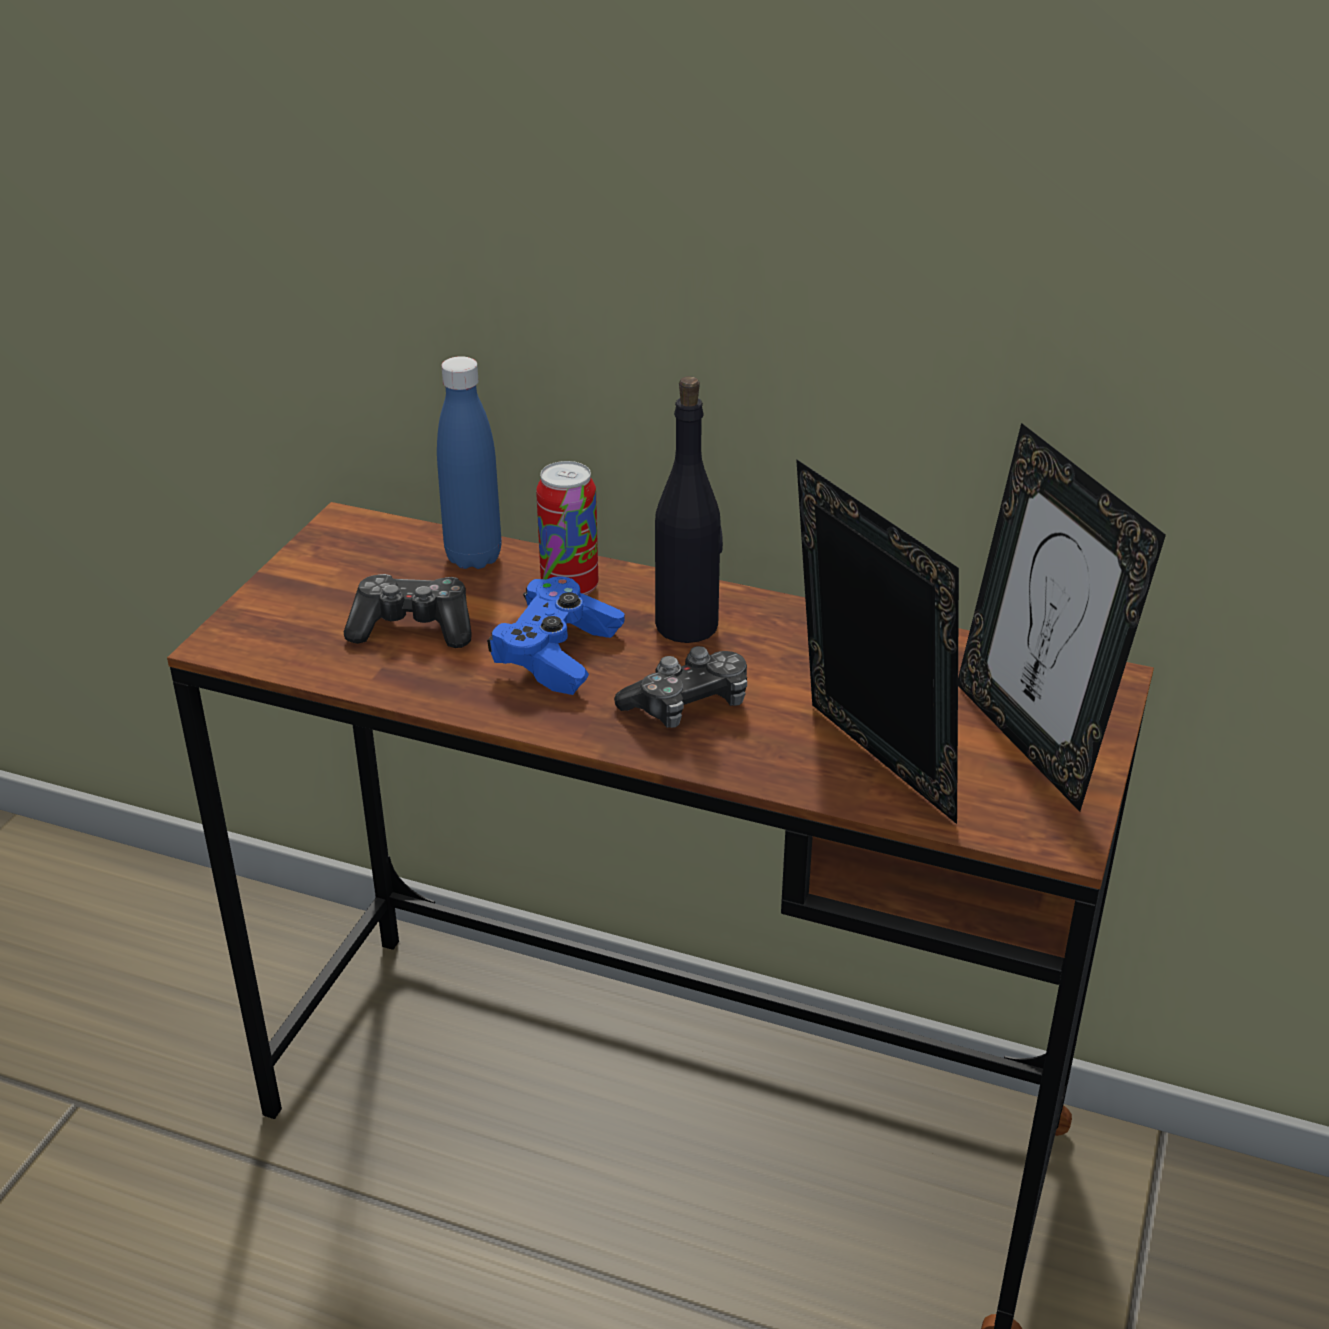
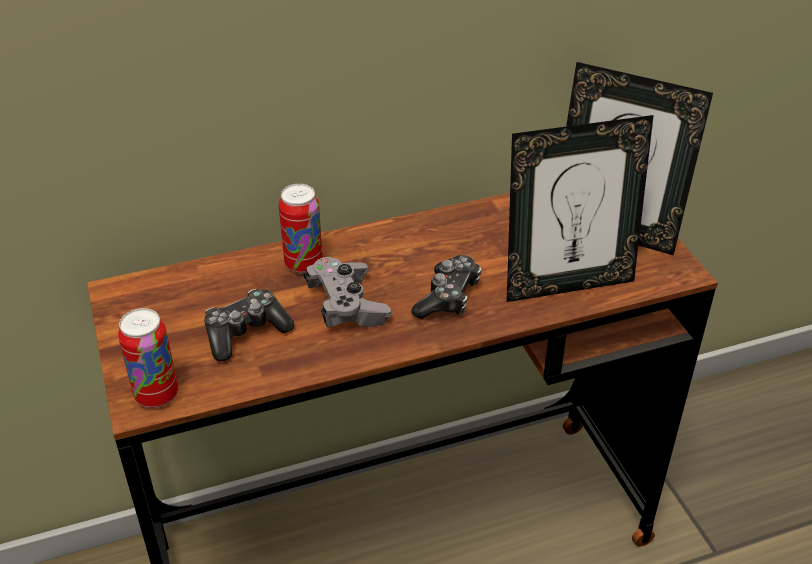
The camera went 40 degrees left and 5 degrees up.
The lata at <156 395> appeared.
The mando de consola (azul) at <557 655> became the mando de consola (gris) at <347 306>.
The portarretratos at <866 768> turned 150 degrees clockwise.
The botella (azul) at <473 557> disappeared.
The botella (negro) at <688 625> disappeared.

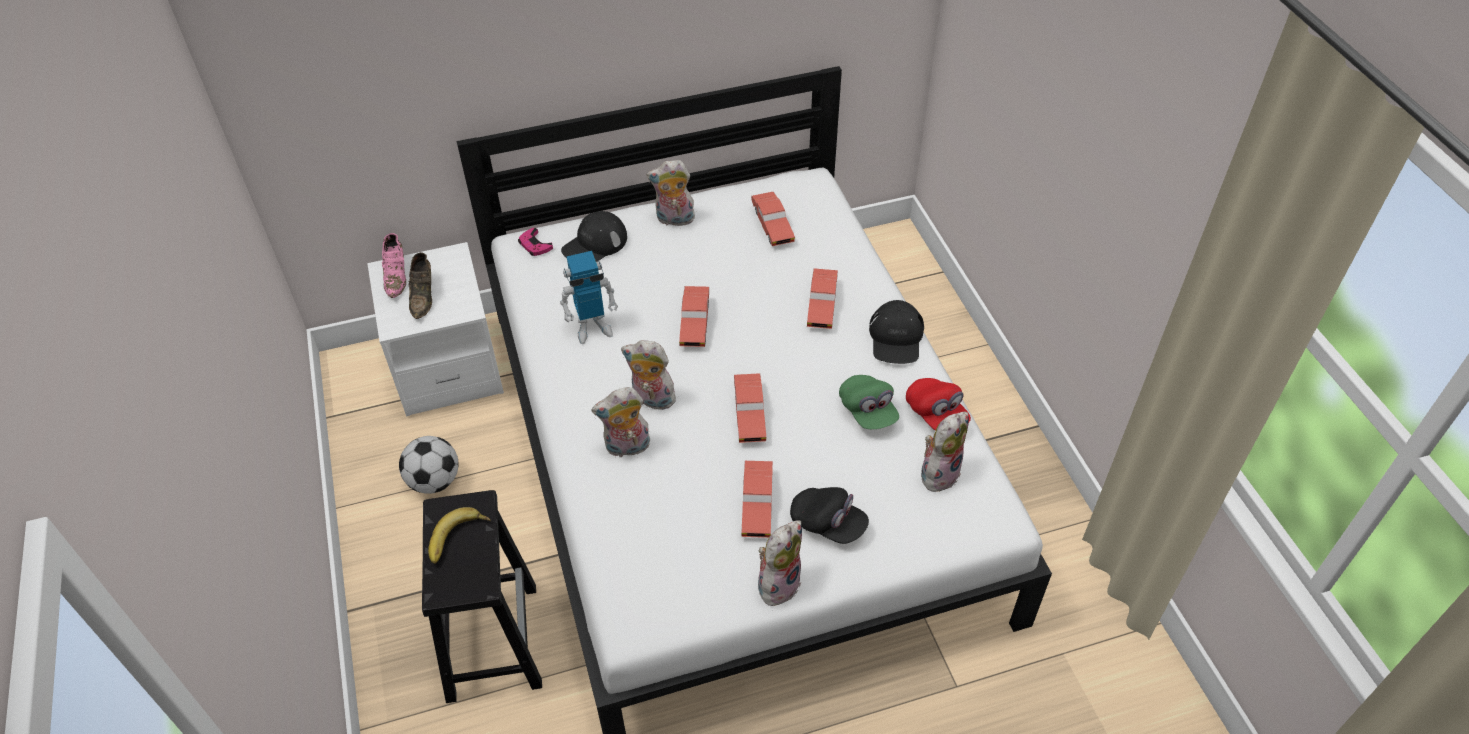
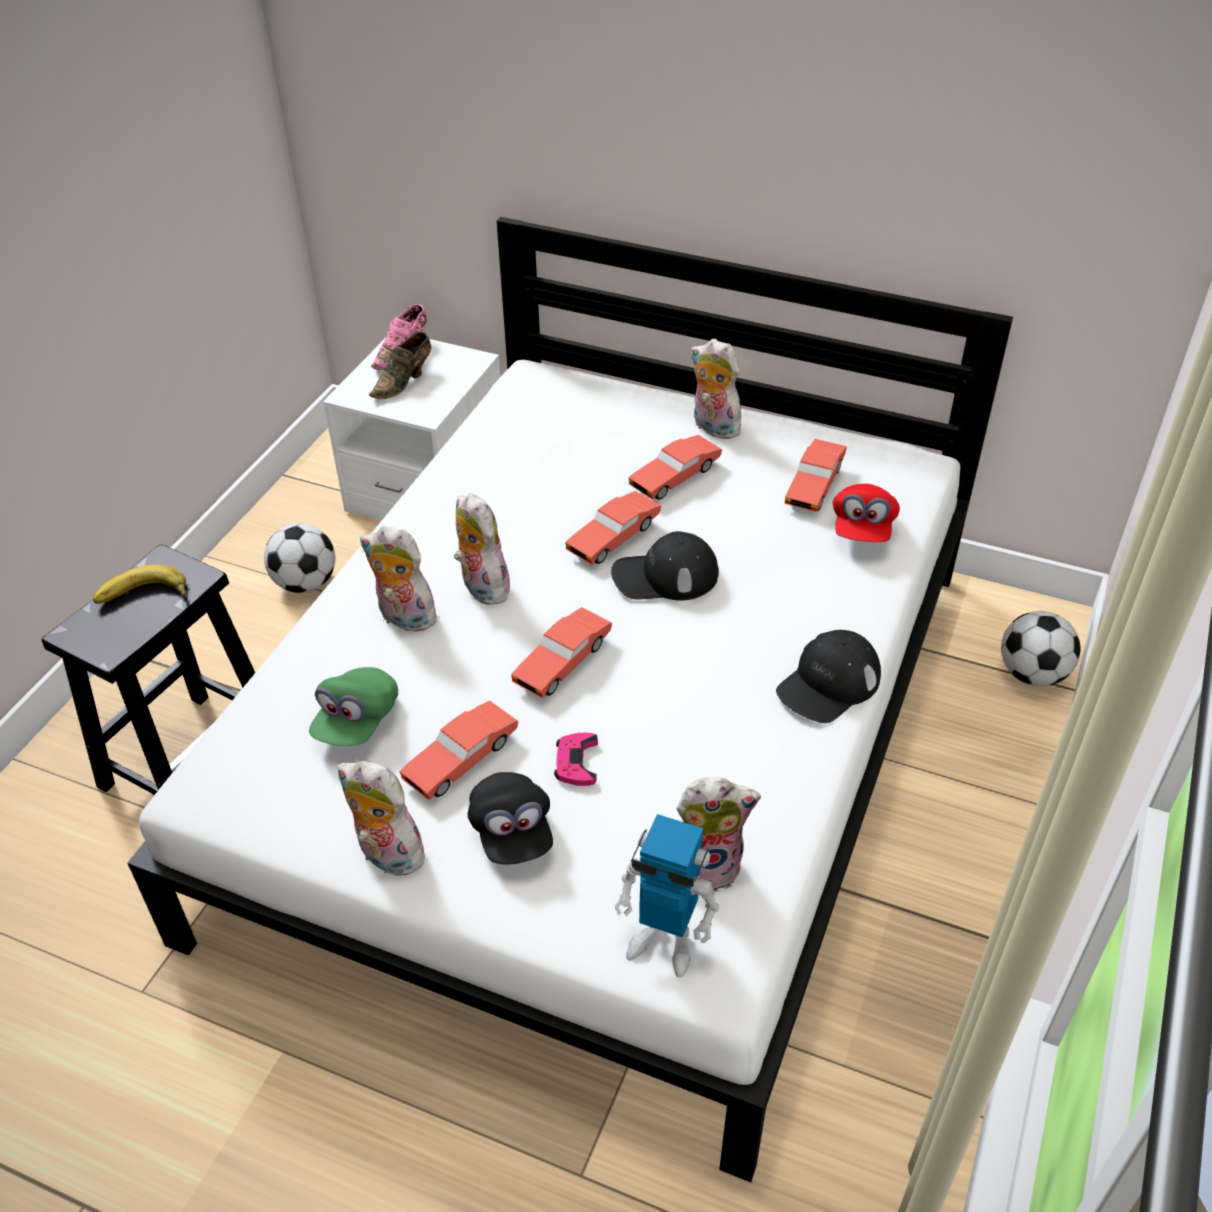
The camera went 40 degrees right and 5 degrees down.
The gorra (verde) moved from <868 411> to <356 721>.
The peluche at <778 583> turned 135 degrees counterclockwise.
The mando de consola (rosa) moved from <535 245> to <576 762>.
The gorra (negro) moved from <595 244> to <664 576>.
The robot de juguete moved from <592 327> to <665 940>.
The coche de juguete (rojo) moved from <821 305> to <675 477>.
The gorra (rojo) moved from <936 414> to <862 529>.
The balón de fútbol at <1032 674> appeared.

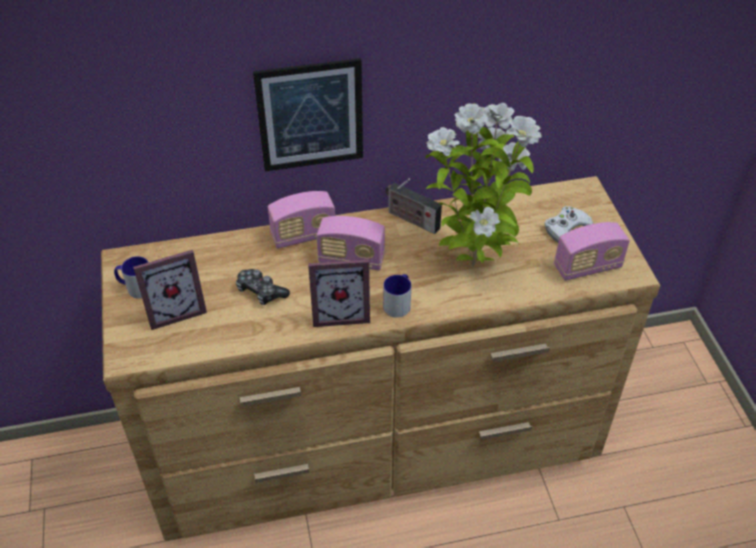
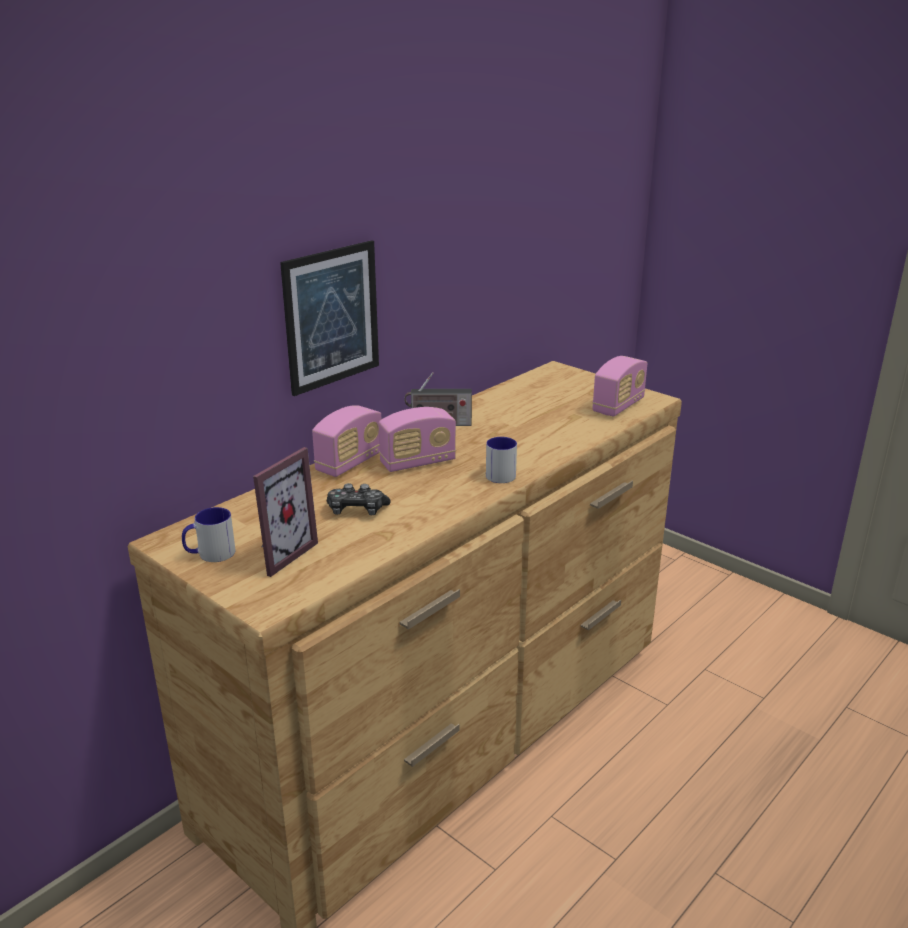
The camera went 35 degrees left and 20 degrees down.
The portarretratos at <340 312> disappeared.
The planta en maceta at <473 265> disappeared.
The mando de consola (blanco) at <566 228> disappeared.

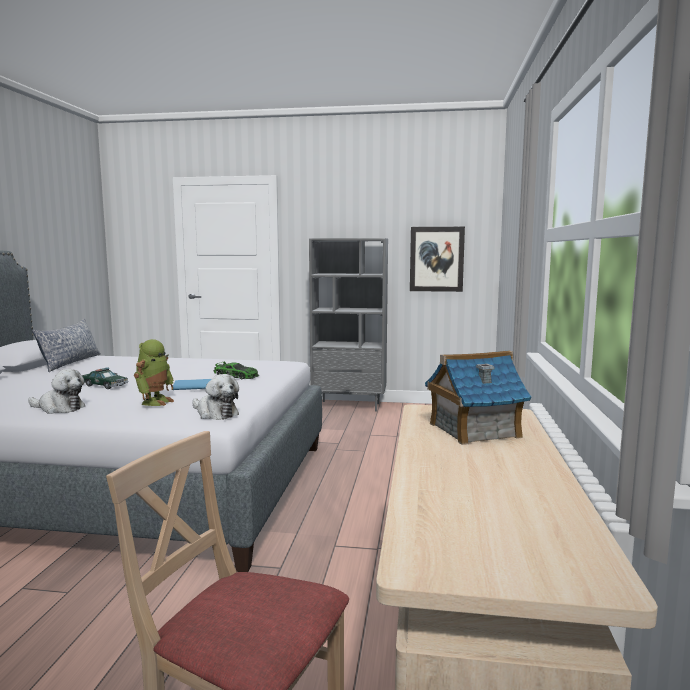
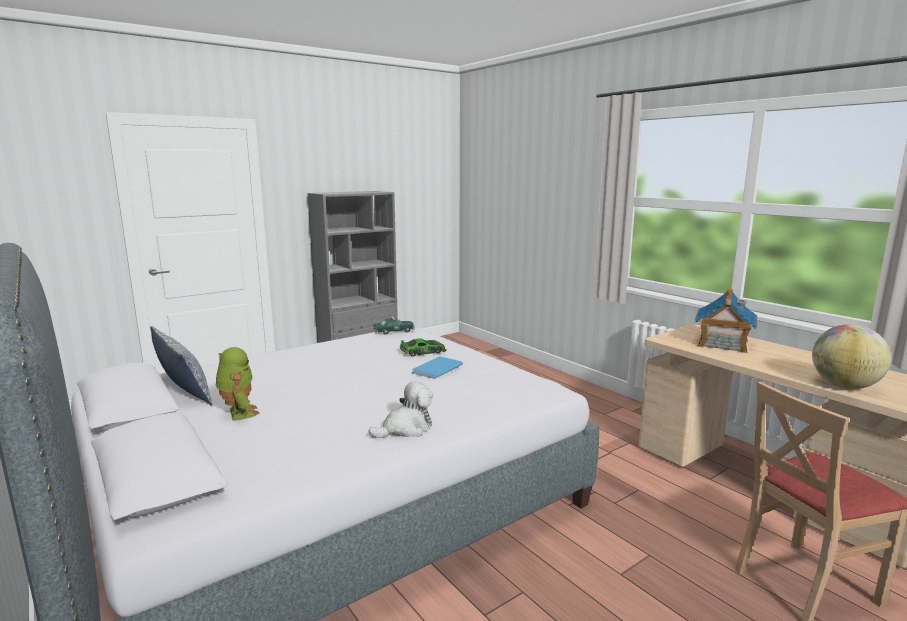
The camera went 45 degrees left and 5 degrees up.
The robot de juguete moved from <155 402> to <238 413>.
The coche de juguete moved from <104 385> to <394 331>.
The globo terráqueo at <844 386> appeared.
The peluche at <215 413> disappeared.
The cuadro at <436 259> disappeared.

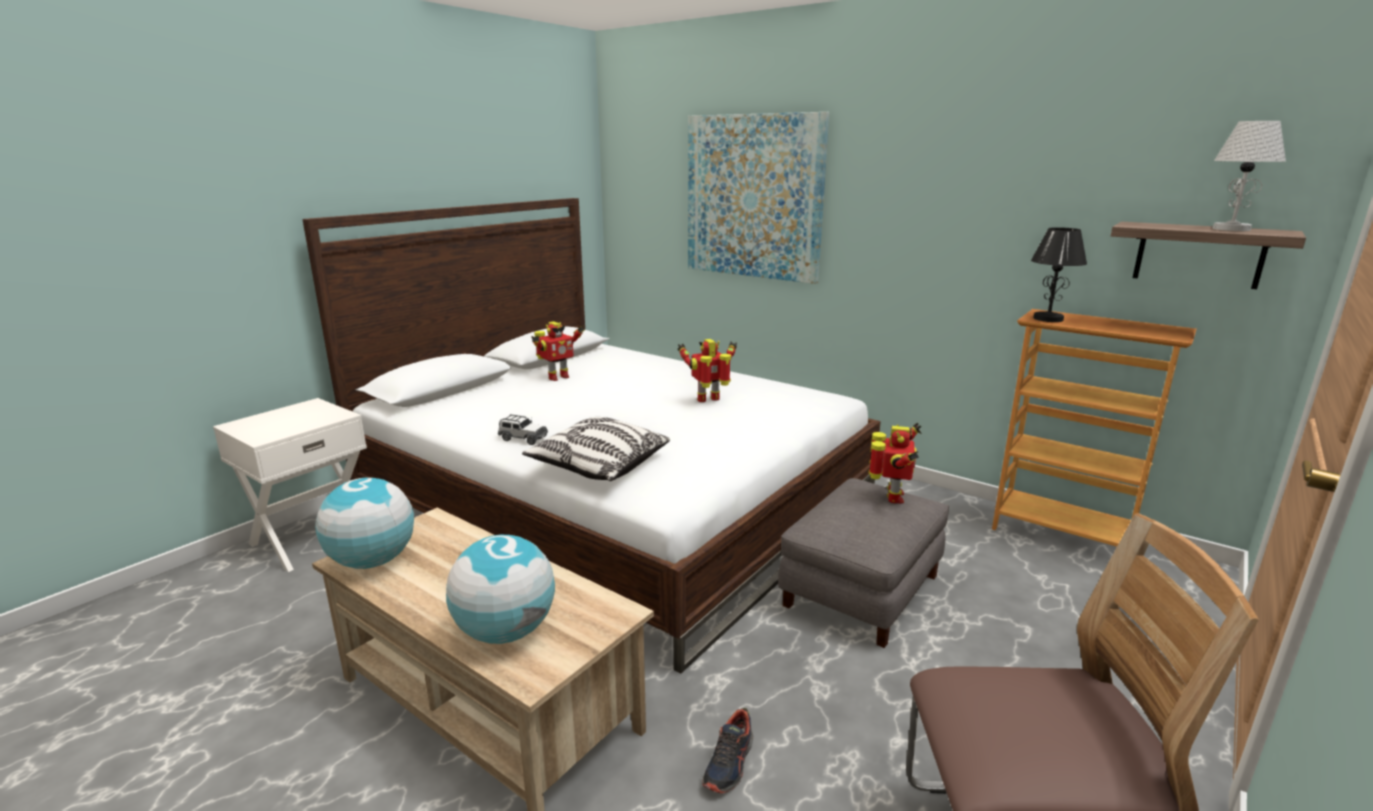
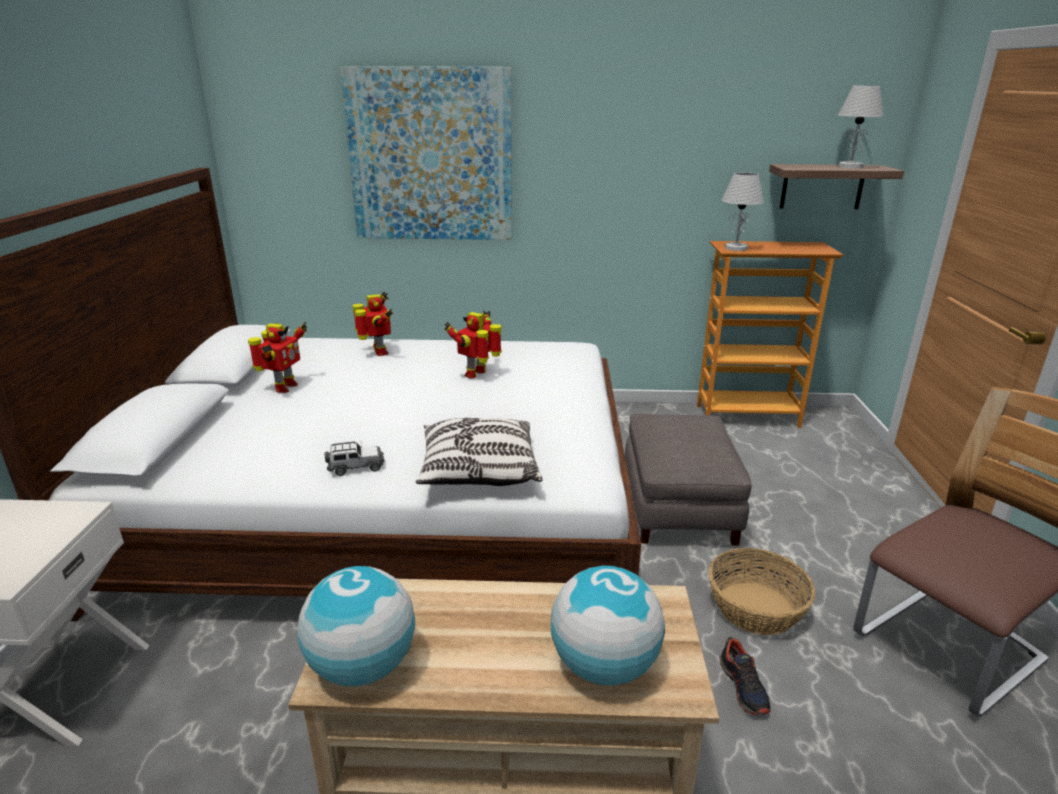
The camera went 35 degrees left and 5 degrees up.
The robot de juguete moved from <892 497> to <378 352>.
The cesta at <756 608> appeared.
The lámpara de mesa (negro) at <1047 319> became the lámpara de mesa (blanco) at <736 248>.

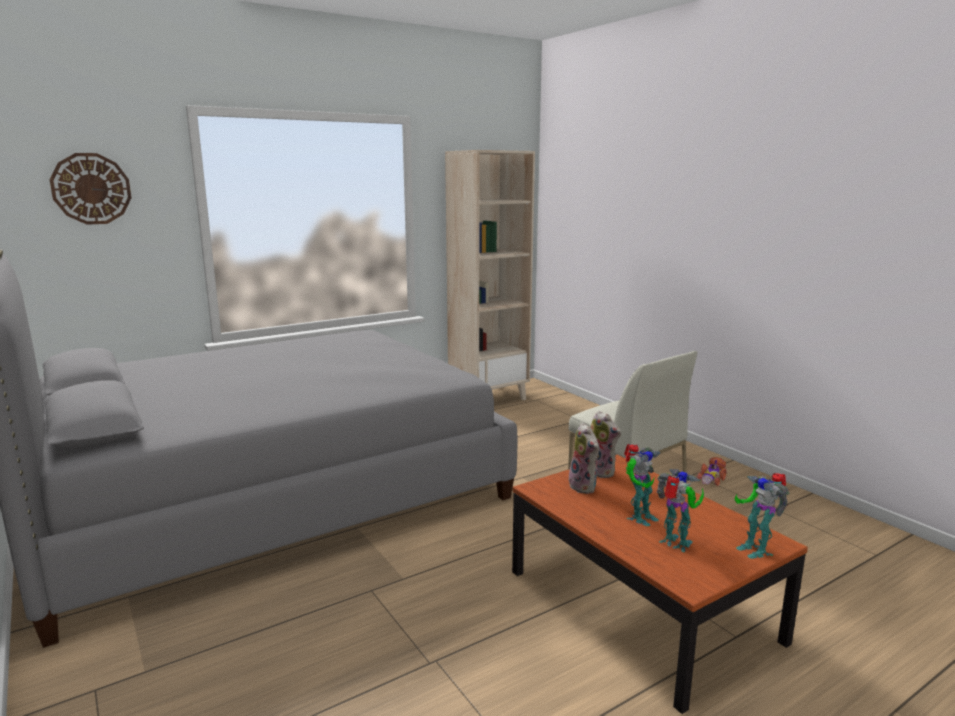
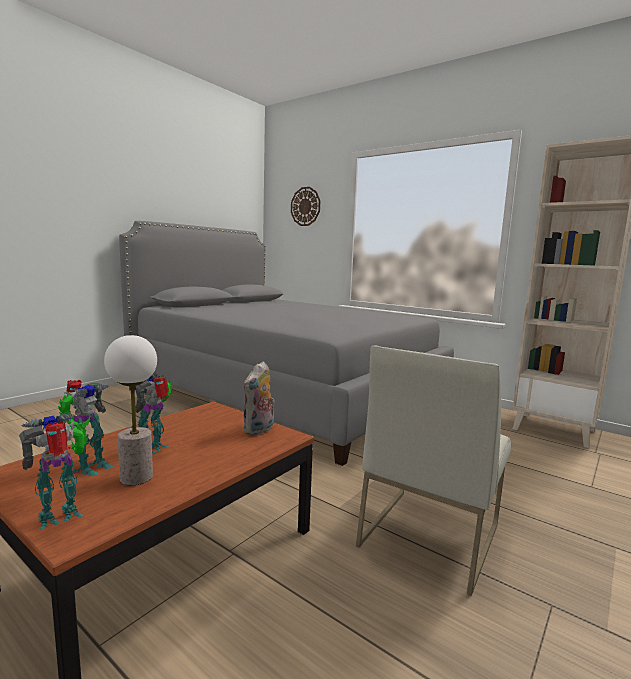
The camera went 70 degrees right and 5 degrees down.
The lámpara de mesa at <137 477> appeared.
The robot de juguete at <639 517> turned 90 degrees clockwise.
The peluche at <585 487> disappeared.
The coche de juguete at <711 478> disappeared.

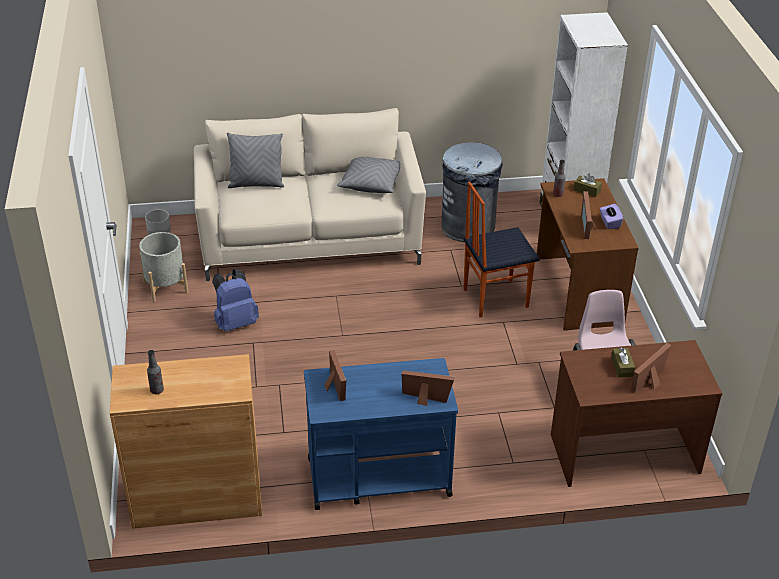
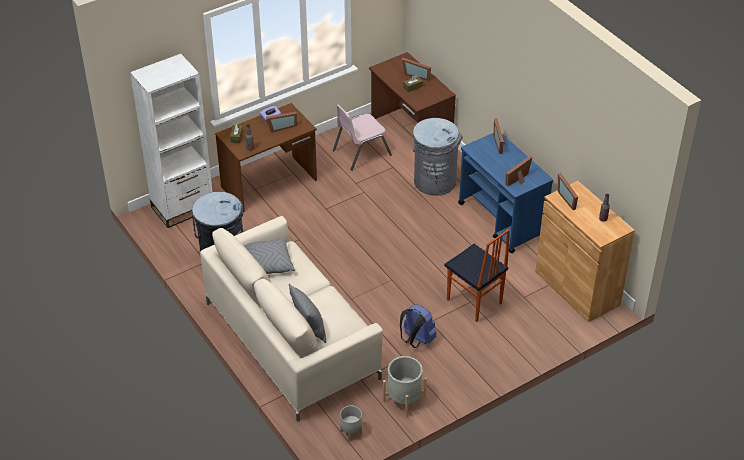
The camera went 115 degrees left and 5 degrees up.
The papelera (gris) at <434 181> appeared.
The silla moved from <494 298> to <474 302>.
The portarretratos at <568 198> appeared.

